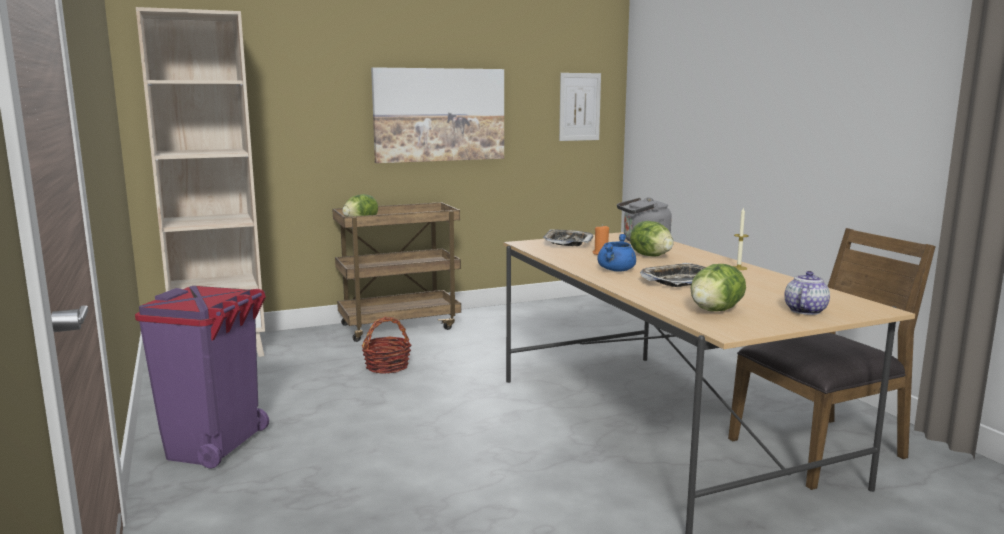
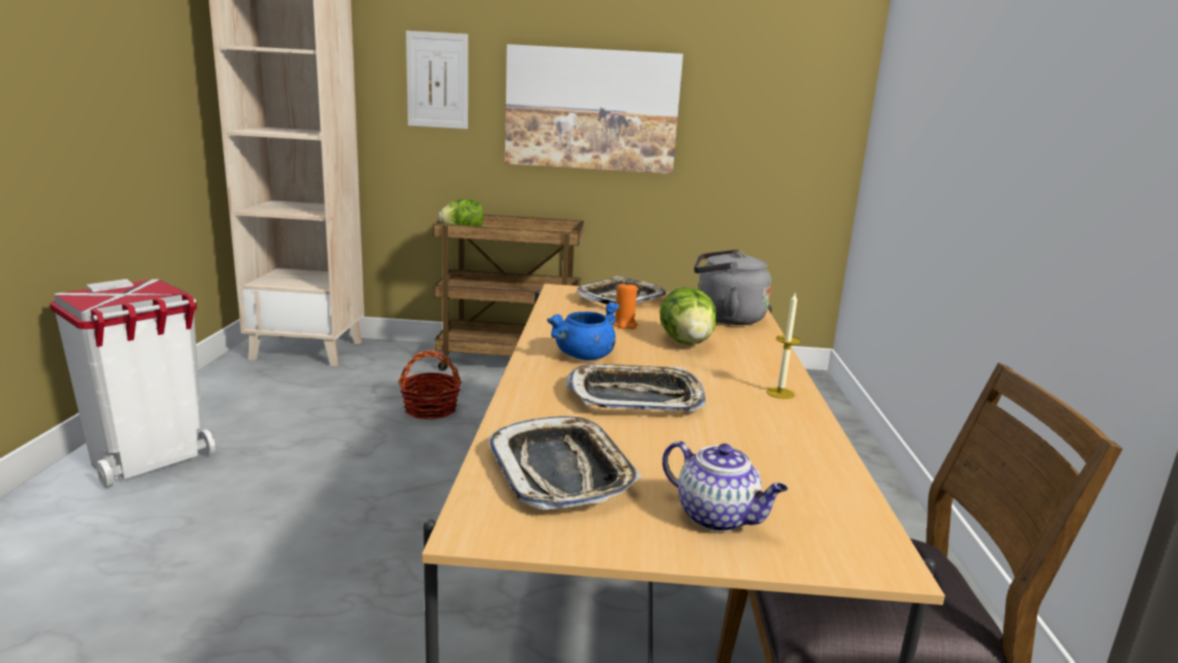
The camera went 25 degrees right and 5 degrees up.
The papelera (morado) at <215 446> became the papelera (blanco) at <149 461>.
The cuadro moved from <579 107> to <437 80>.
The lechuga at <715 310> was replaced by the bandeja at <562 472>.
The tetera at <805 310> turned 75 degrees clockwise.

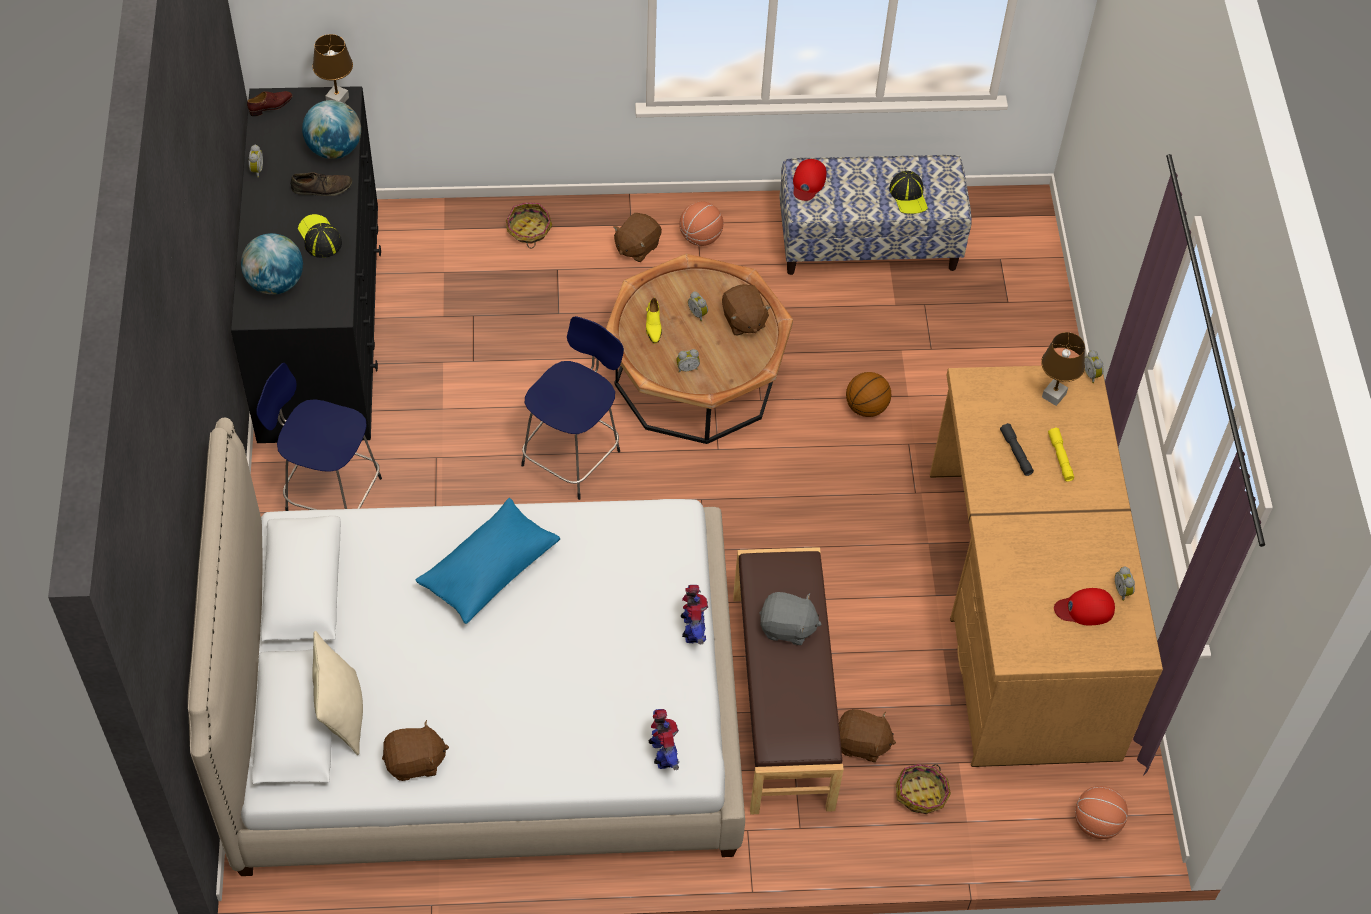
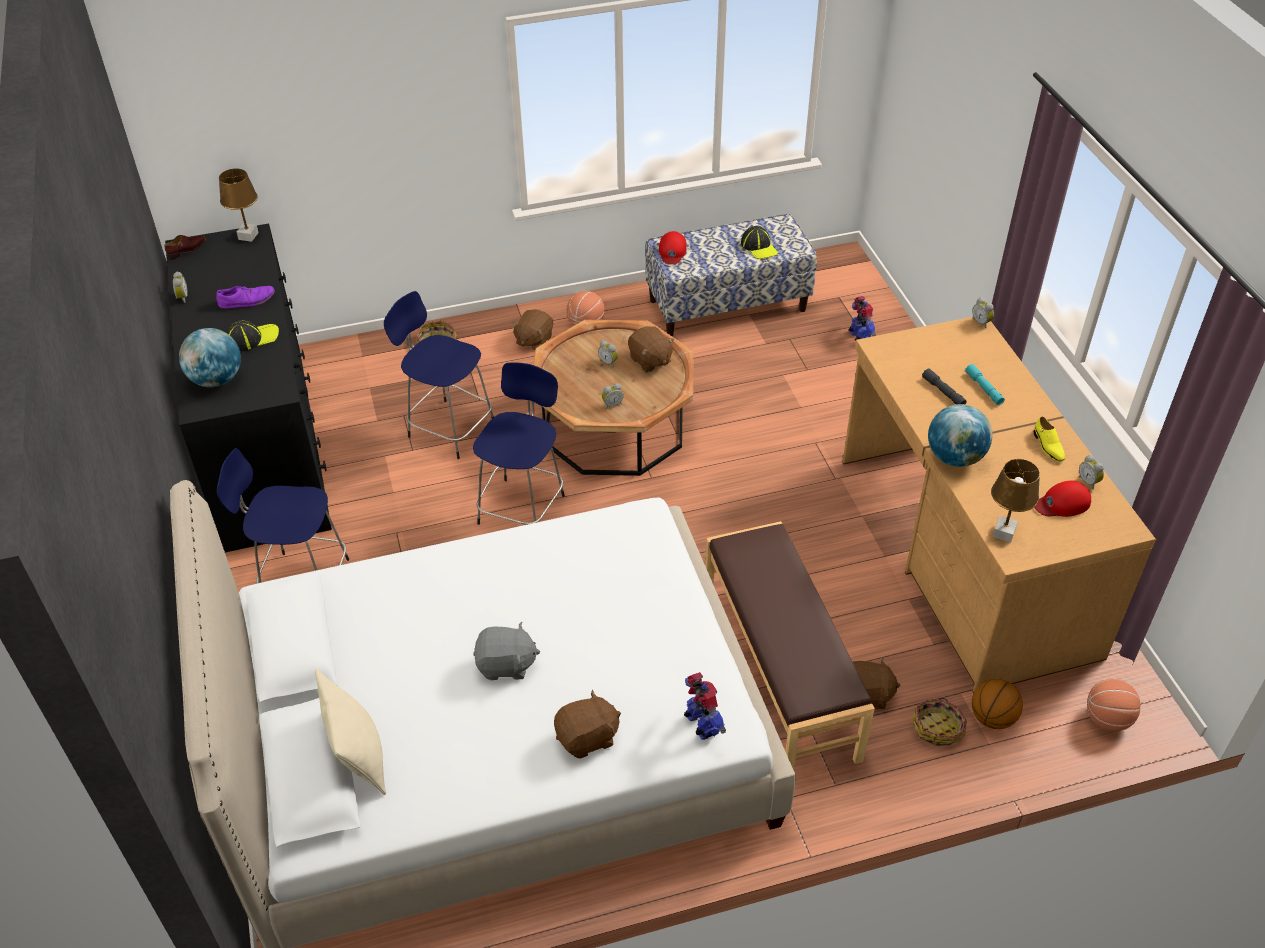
The camera went 10 degrees left and 10 degrees down.
The zapato (marrón) at <322 188> became the zapato (morado) at <247 301>.
The gorra at <319 238> turned 105 degrees clockwise.
The taburete (azul) at <449 428> appeared.
The peluche (gris) moved from <787 628> to <506 665>.
The peluche (marrón) moved from <415 762> to <587 738>.
The robot de juguete moved from <693 630> to <859 338>.
The globo terráqueo moved from <334 149> to <955 457>.
The linterna (amarillo) at <1060 458> became the linterna (turquesa) at <984 388>.
The balón de baloncesto moved from <866 407> to <992 718>.
The lámpara de mesa (marrón) moved from <1054 396> to <1004 533>.
The zapato (amarillo) moved from <653 326> to <1048 446>.
The cojín (azul) at <489 570> disappeared.

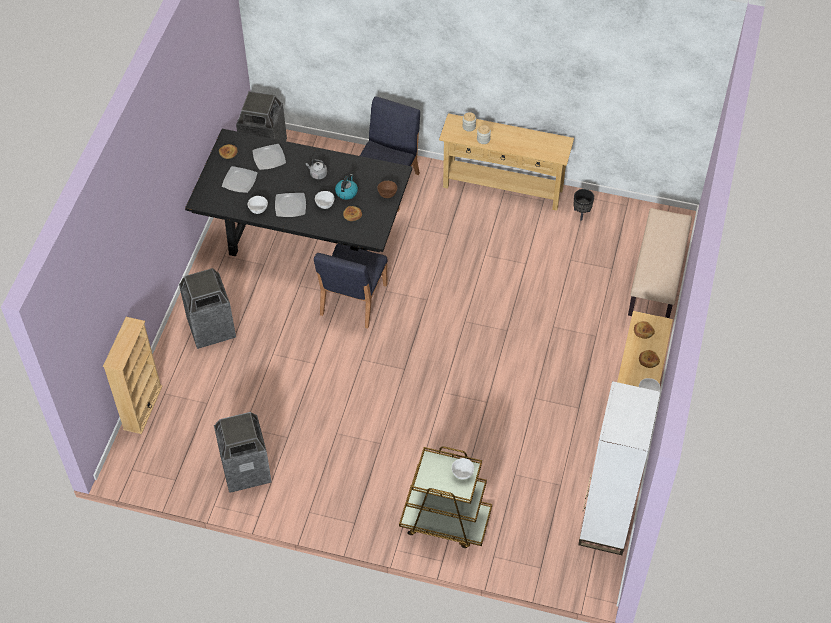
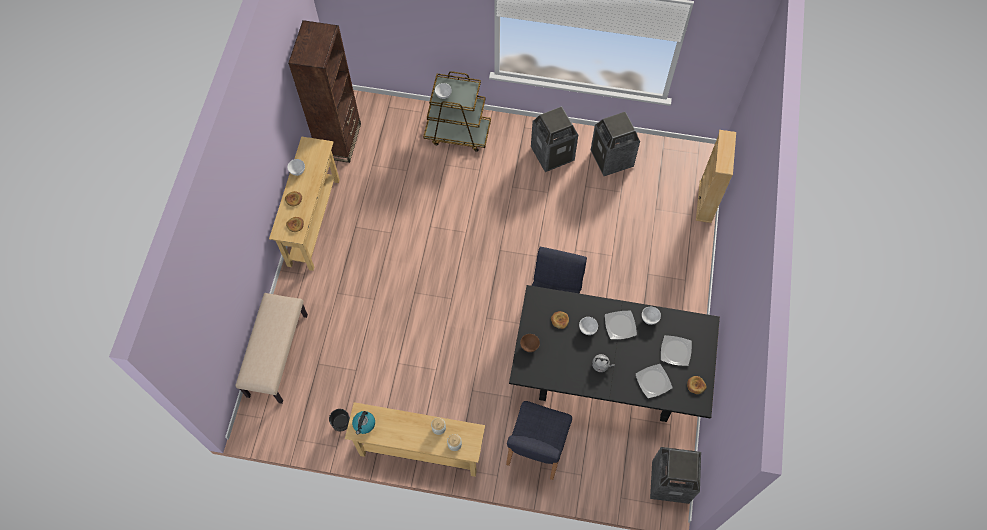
The camera went 175 degrees right and 10 degrees up.
The estantería (blanco) at <605 522> became the estantería (marrón) at <339 140>.
The hervidor moved from <346 192> to <364 424>.
The papelera moved from <211 328> to <552 154>.

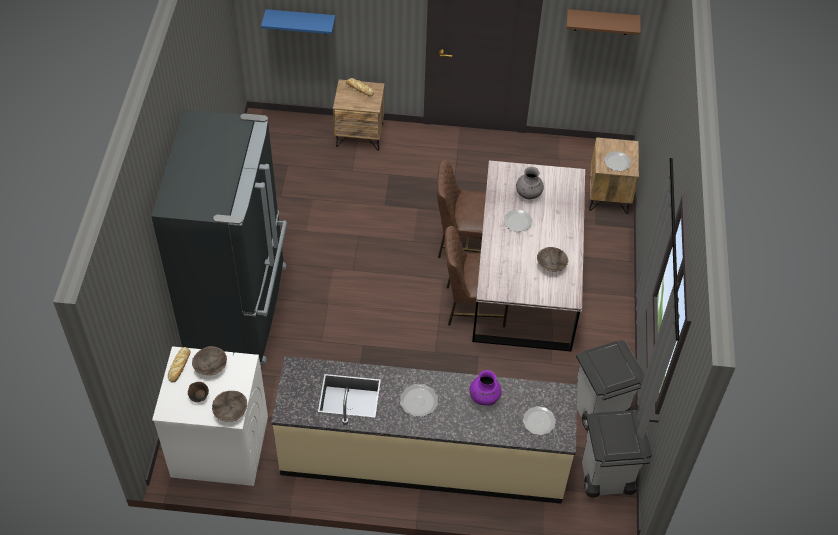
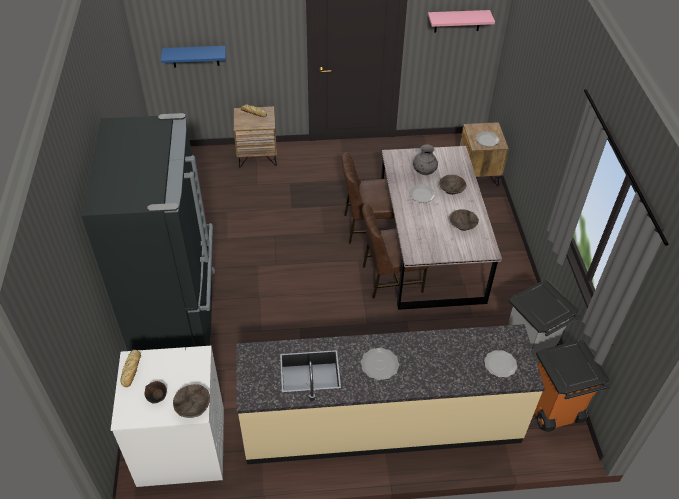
The camera went 10 degrees left and 5 degrees down.
The estante (marrón) at <601 22> became the estante (rosa) at <457 21>.
The cuenco (marrón) moved from <211 367> to <451 191>.
The papelera (gris) at <605 478> became the papelera (naranja) at <554 412>.
The florero (morado) at <484 398> disappeared.

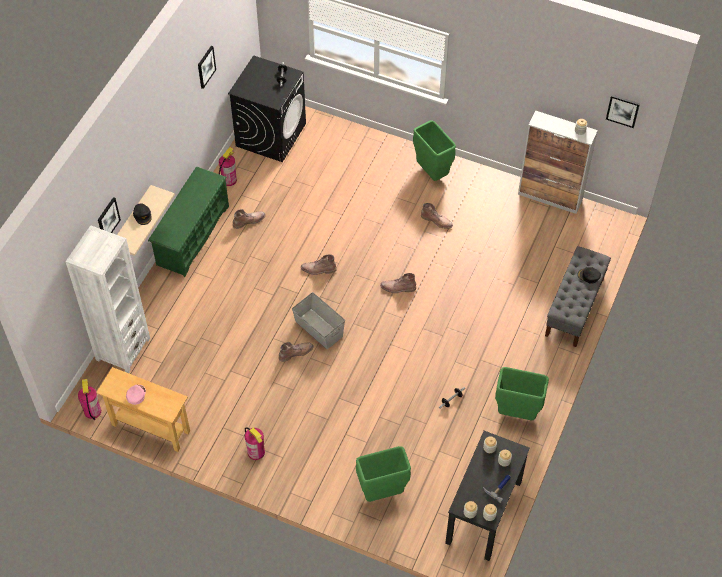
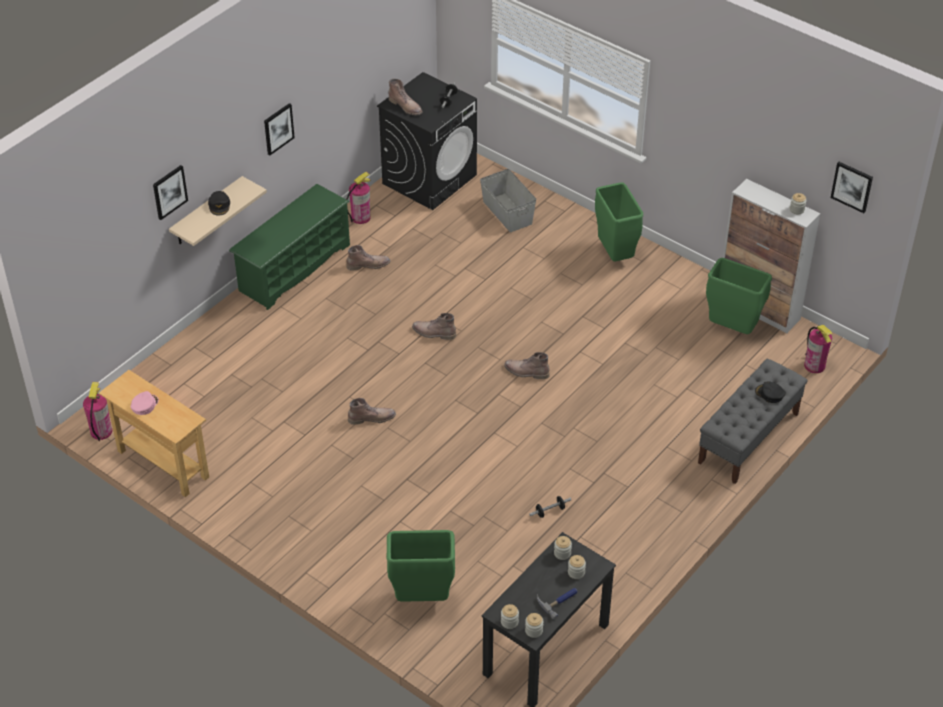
The camera went 15 degrees right and 10 degrees down.
The cuadro moved from <206 66> to <278 128>.
The bota (marrón) moved from <437 221> to <406 106>.
The caja de almacenaje (gris) moved from <319 329> to <507 213>.
The papelera (verde) moved from <516 414> to <731 329>.
The extintor moved from <256 452> to <814 365>.
The estantería (blanco) at <123 349> disappeared.

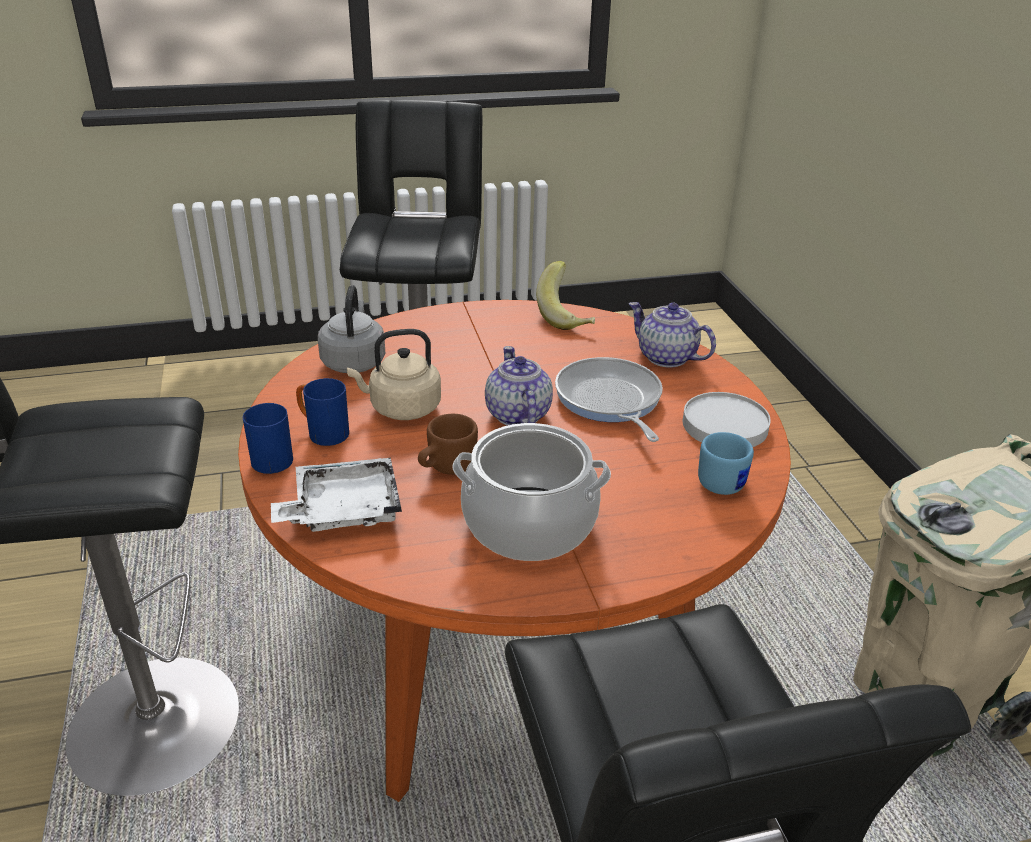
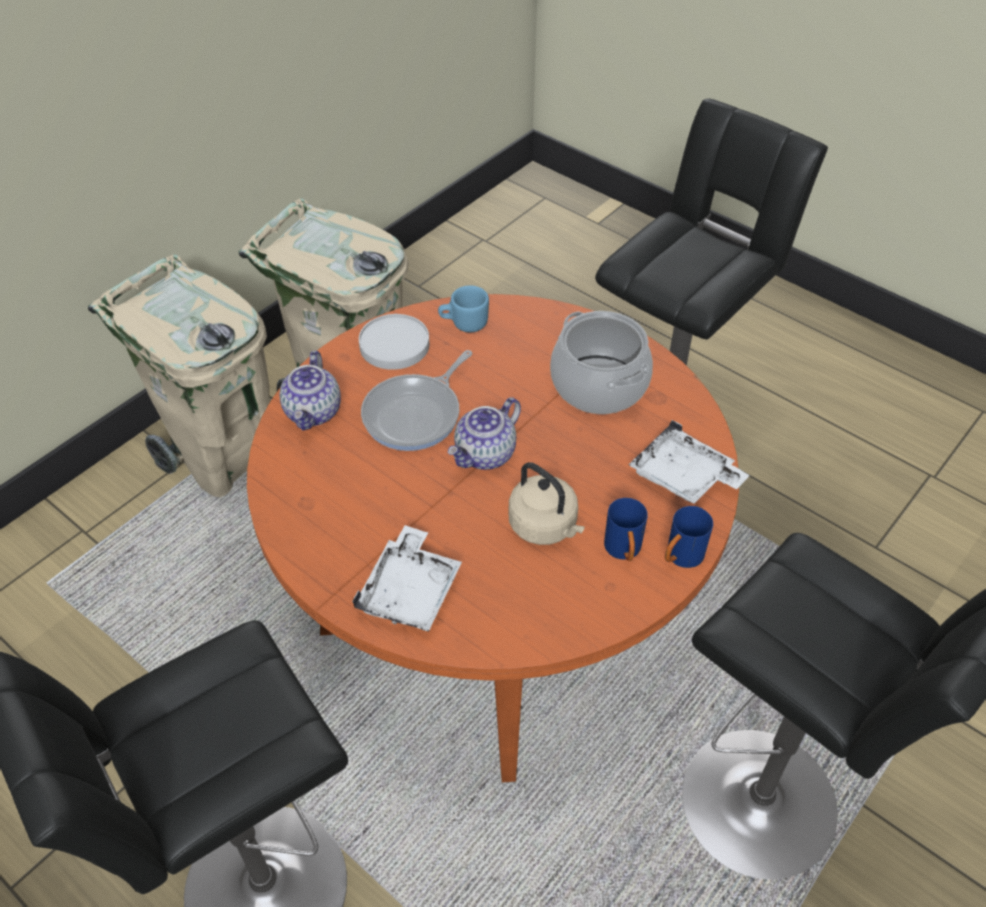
The camera went 125 degrees left and 15 degrees up.
The papelera (beis) at <224 457> appeared.
The bandeja (blanco) at <410 591> appeared.
The hervidor (gris) at <354 361> disappeared.
The taza grande (marrón) at <446 467> disappeared.
The plátano at <568 316> disappeared.

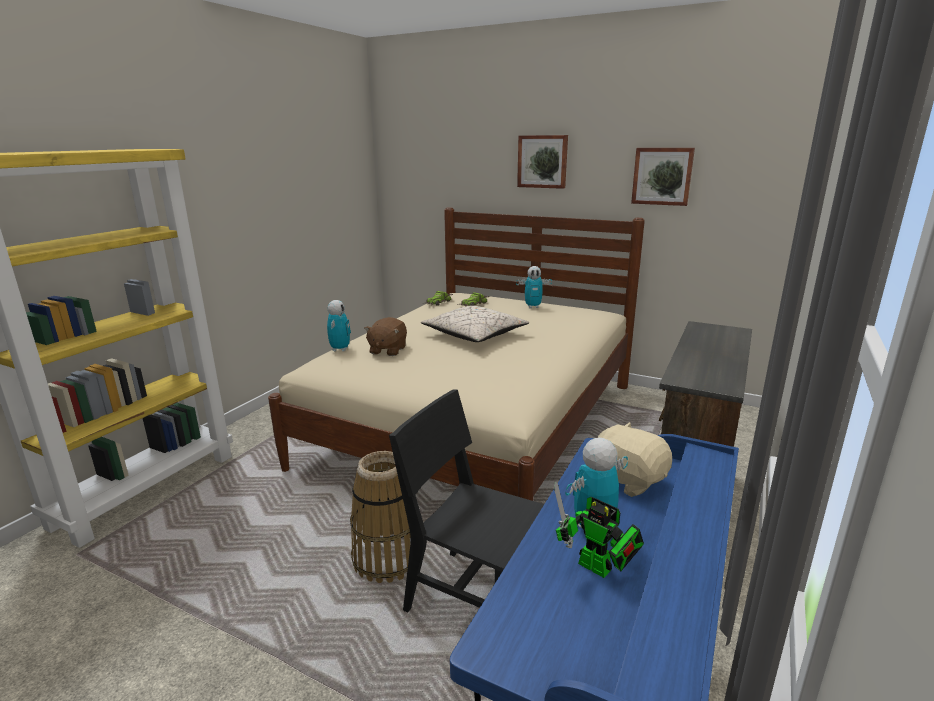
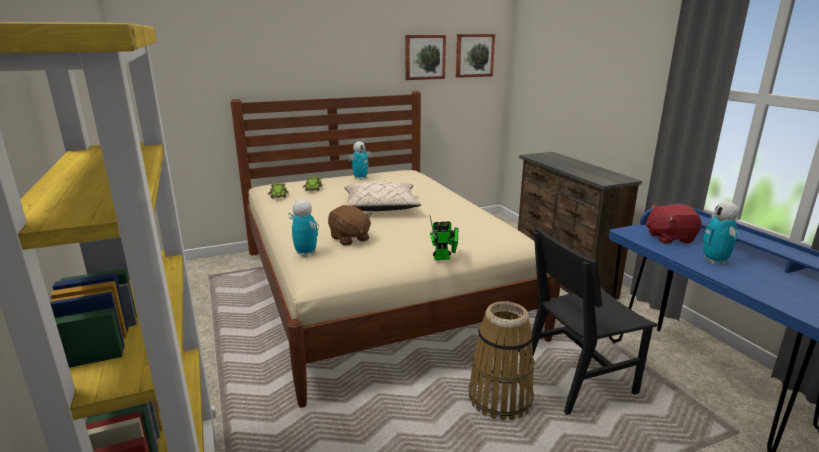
The camera went 50 degrees left and 0 degrees up.
The robot de juguete moved from <599 569> to <444 258>.
The cuadro moved from <542 161> to <474 55>.
The peluche (beis) at <628 479> became the peluche (rojo) at <669 238>.

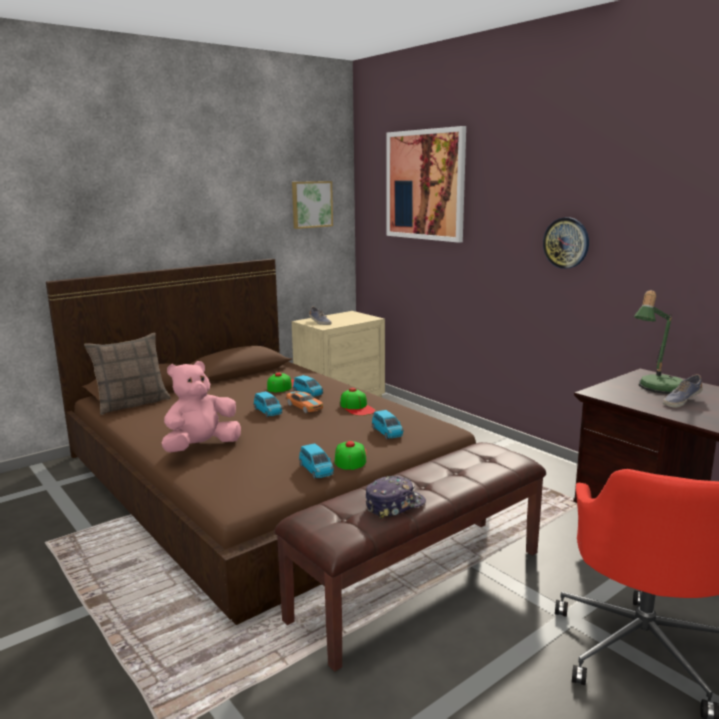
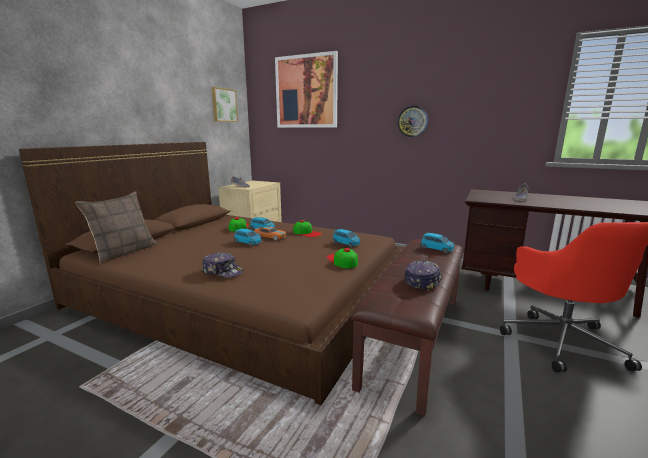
The camera went 25 degrees left and 0 degrees up.
The peluche (rosa) at <201 447> was replaced by the gorra at <223 271>.
The coche de juguete (azul) moved from <316 470> to <436 249>.
The lámpara de mesa at <657 388> disappeared.

